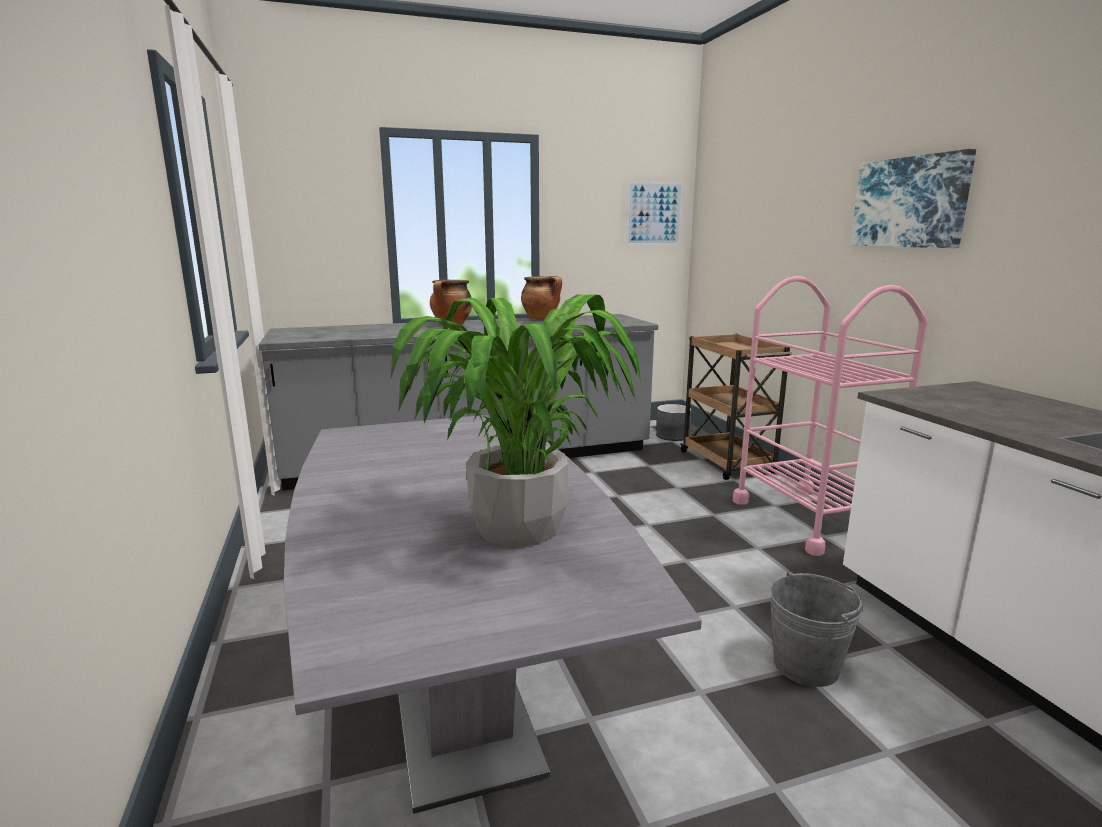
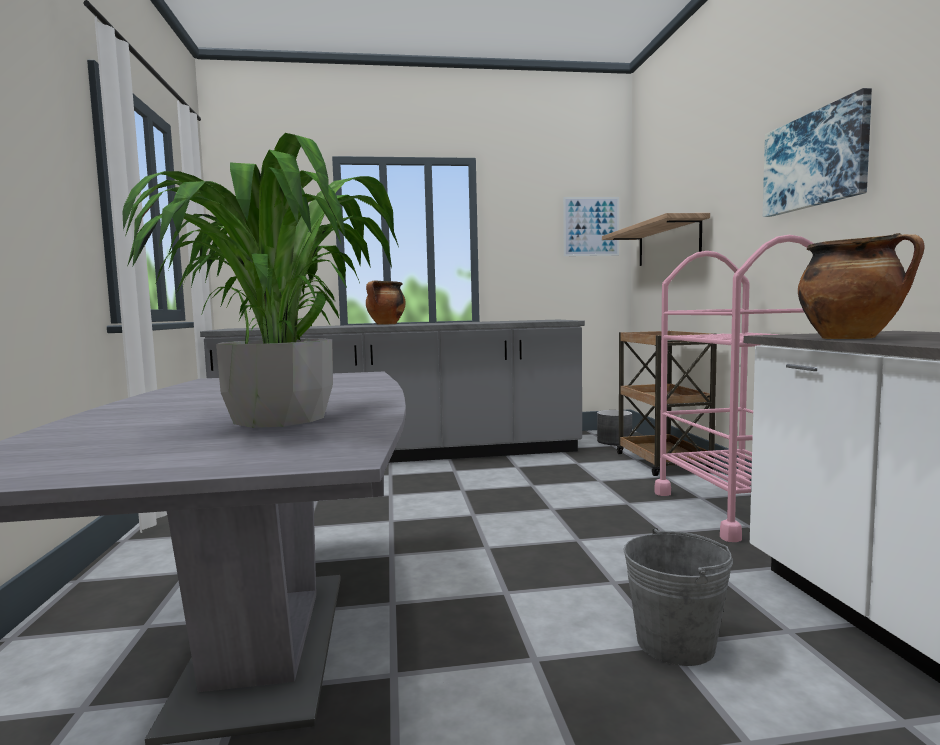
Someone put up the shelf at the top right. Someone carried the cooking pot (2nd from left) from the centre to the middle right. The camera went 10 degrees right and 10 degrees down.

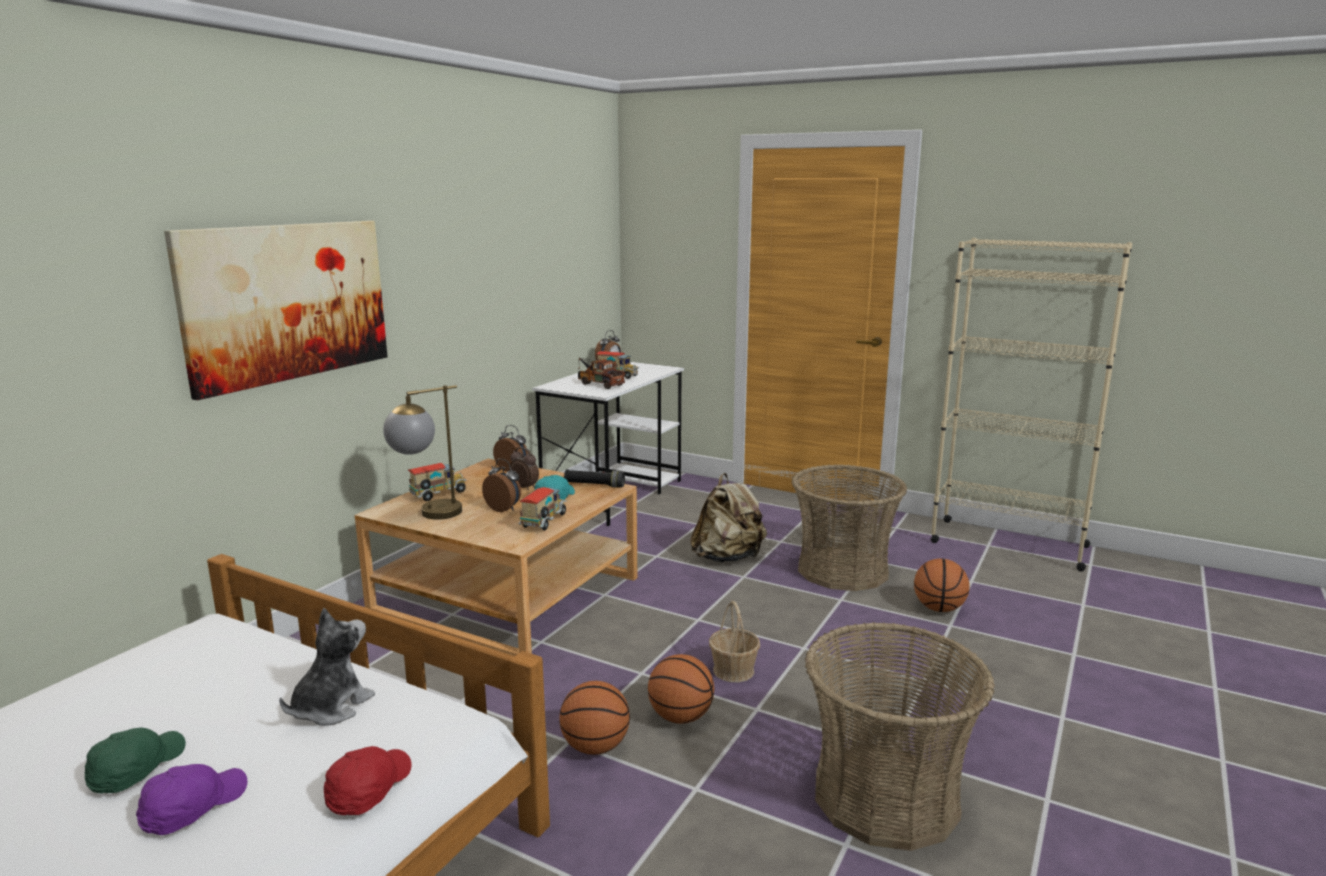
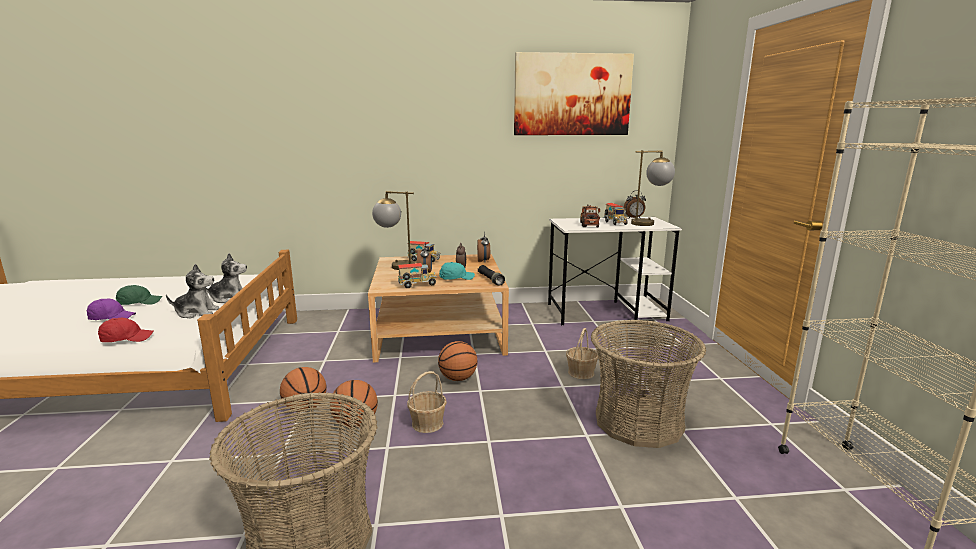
Someone put down the plush toy (2nd from left) at the middle left. Someone put down the table lamp (2nd from left) at the middle right. Someone carried the picture from the middle left to the top centre. Someone carried the basketball (3rd from left) from the bottom right to the centre. Someone swapped the beige backpack at the centre for the basket (3rd from left) at the centre. The camera went 55 degrees right and 0 degrees up.

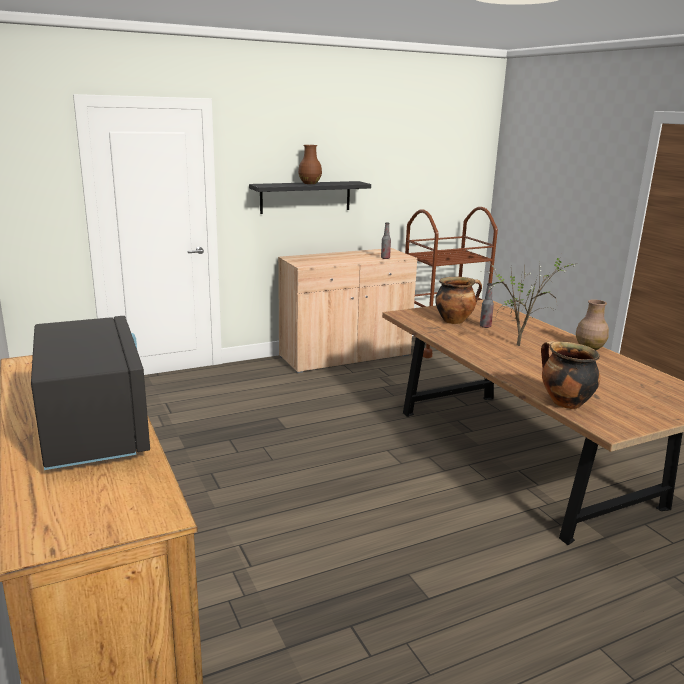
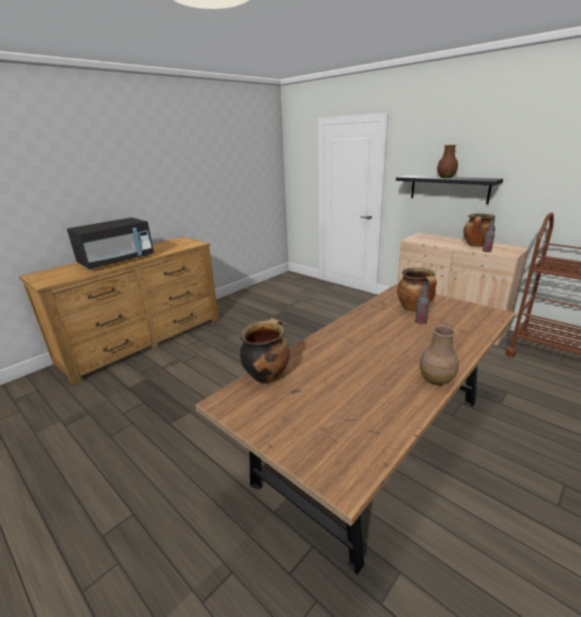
Someone took away the potted plant at the middle right. Someone put down the cooking pot (3rd from left) at the middle right. The camera went 70 degrees right and 5 degrees up.

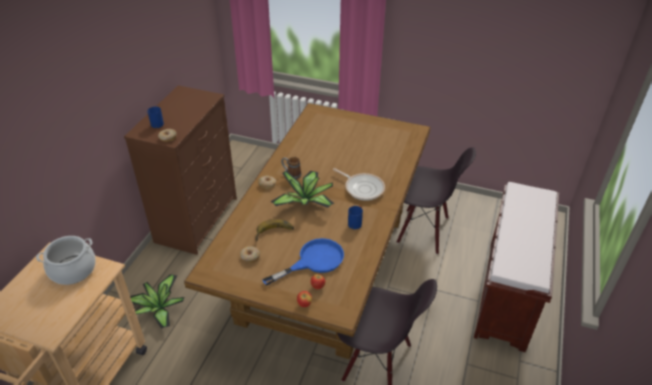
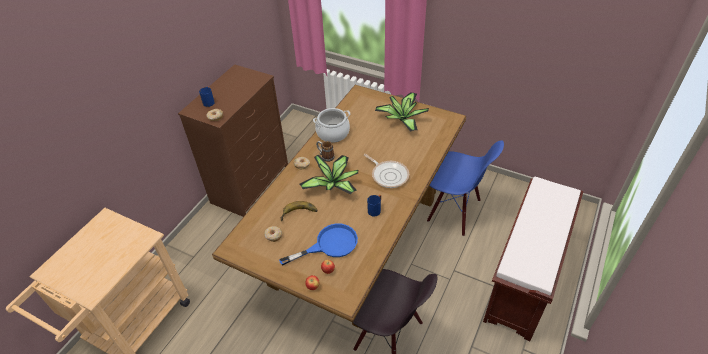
Someone carried the cooking pot from the bottom left to the centre. Someone carried the potted plant (1st from left in the first image) from the bottom left to the top centre. Someone repainted the black chair (2nd from left) at the middle right, which became the blue chair at the centre. The camera went 10 degrees right and 5 degrees up.

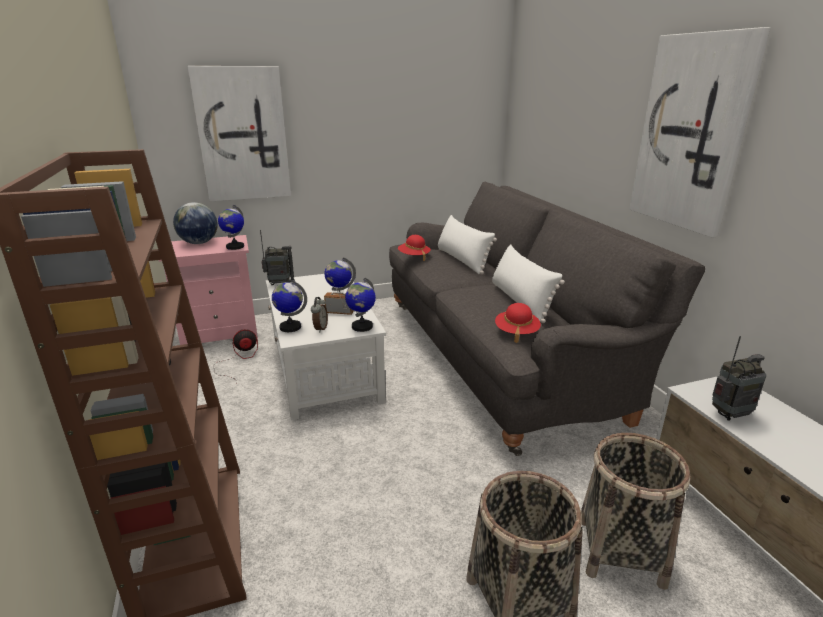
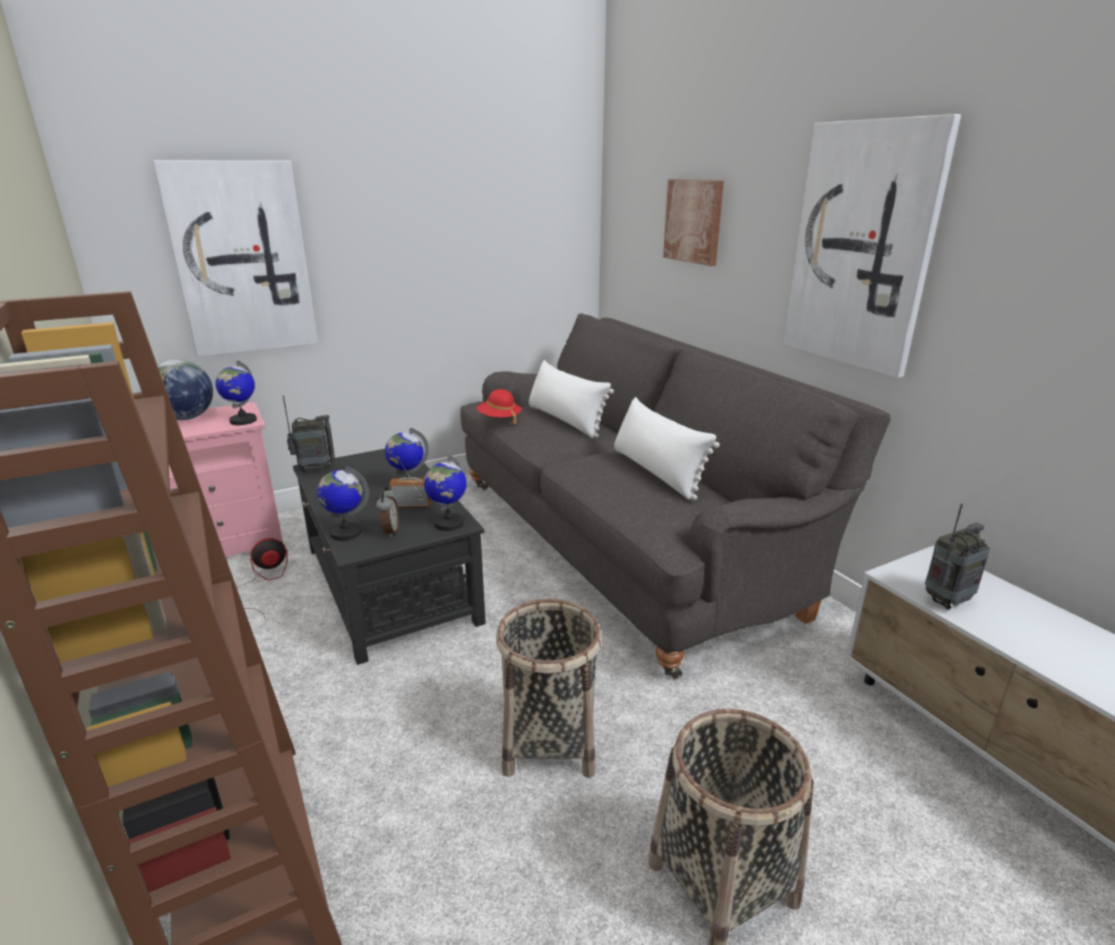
Someone took away the red hat (2nd from left) at the centre. Someone put up the picture (2nd from left) at the top centre. Someone carried the basket (2nd from left in the first image) from the bottom right to the bottom centre. Someone repainted the white coffee table at the centre, which became the black coffee table at the centre. The camera went 10 degrees left and 0 degrees up.

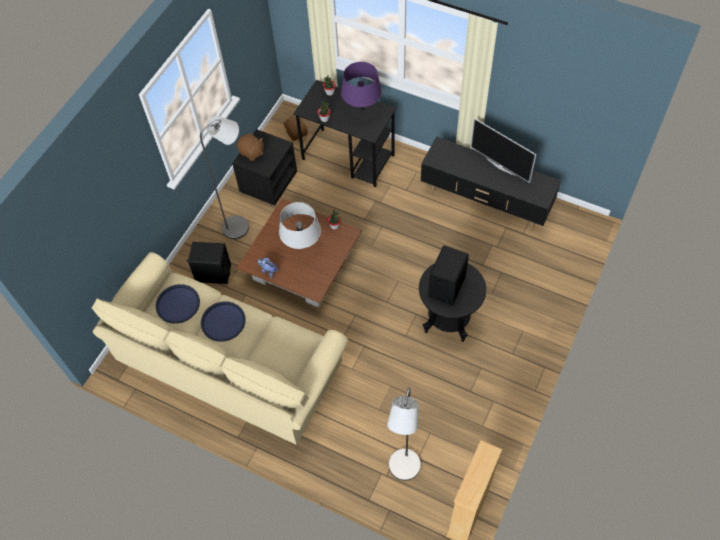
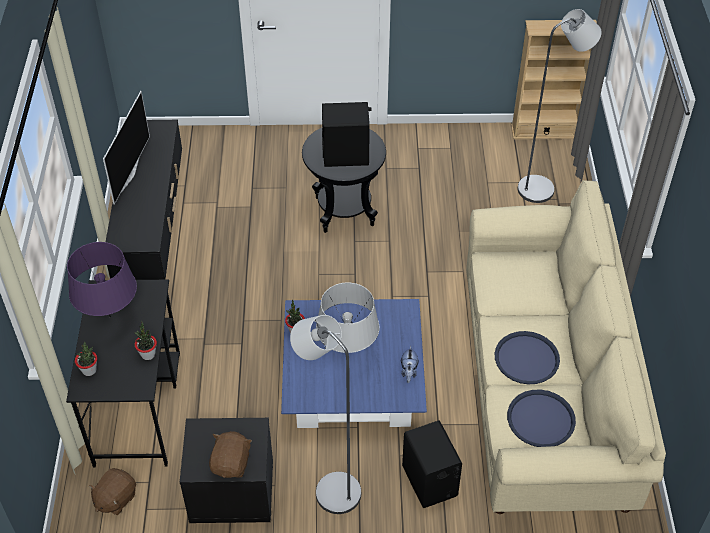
Someone repainted the brown coffee table at the centre, which became the blue coffee table at the bottom centre. The camera went 120 degrees left and 10 degrees down.

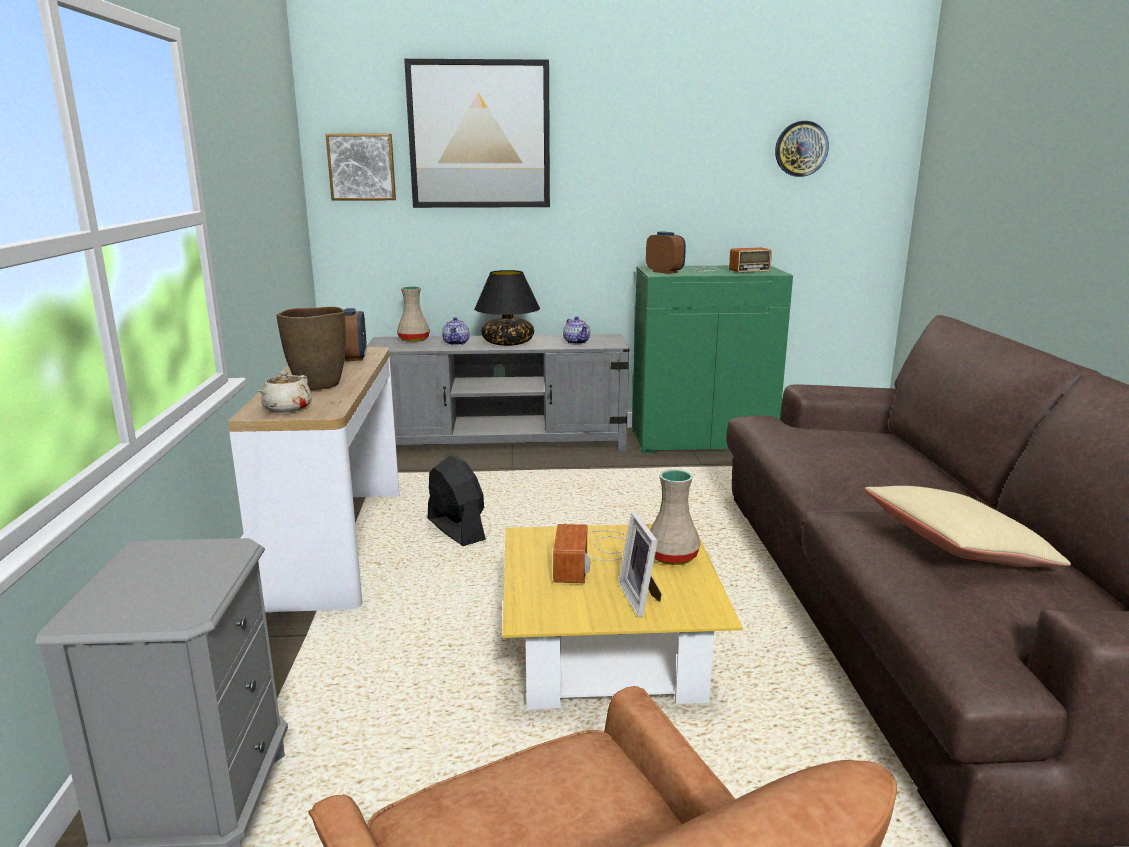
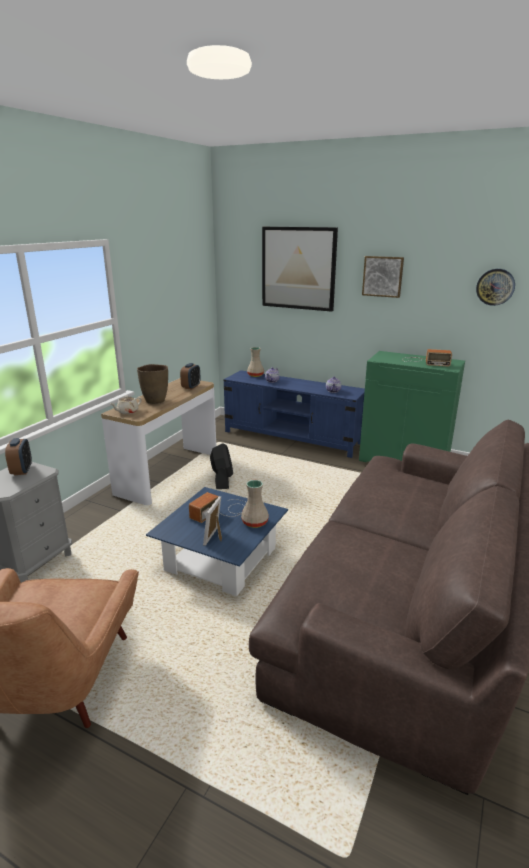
Someone took away the black table lamp at the centre. Someone took away the beige pillow at the middle right. Someone carried the picture (1st from left in the first image) from the top left to the top right. Someone carried the alarm clock (2nd from left in the first image) from the top centre to the middle left. Someone repainted the grey tv stand at the centre, which became the blue tv stand at the centre. Someone repainted the yellow coffee table at the bottom centre, which became the blue coffee table at the centre. The camera went 30 degrees right and 5 degrees up.

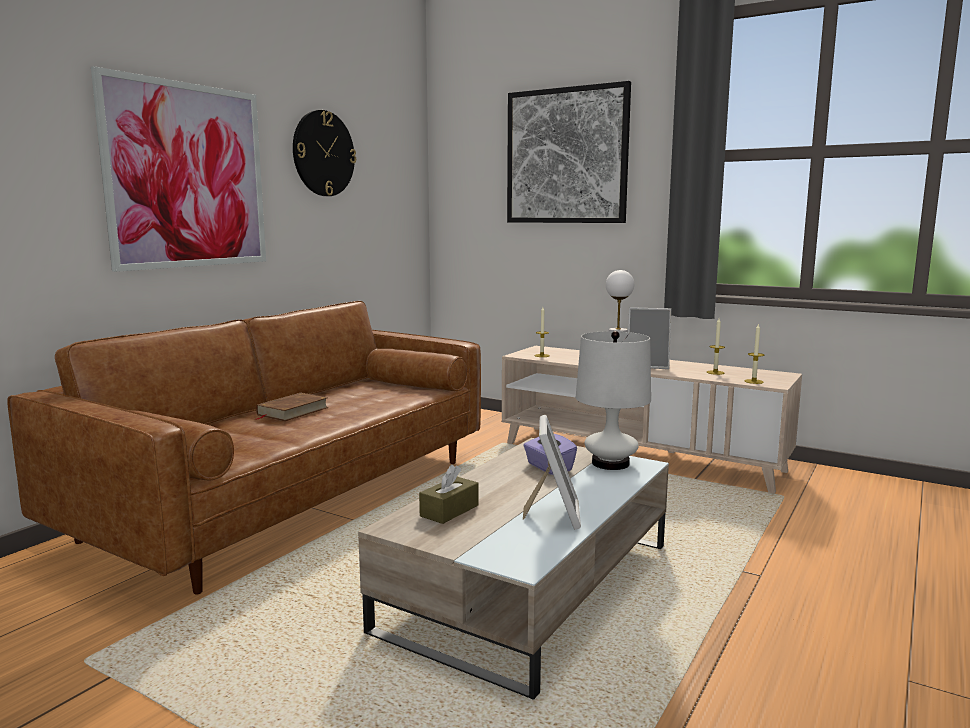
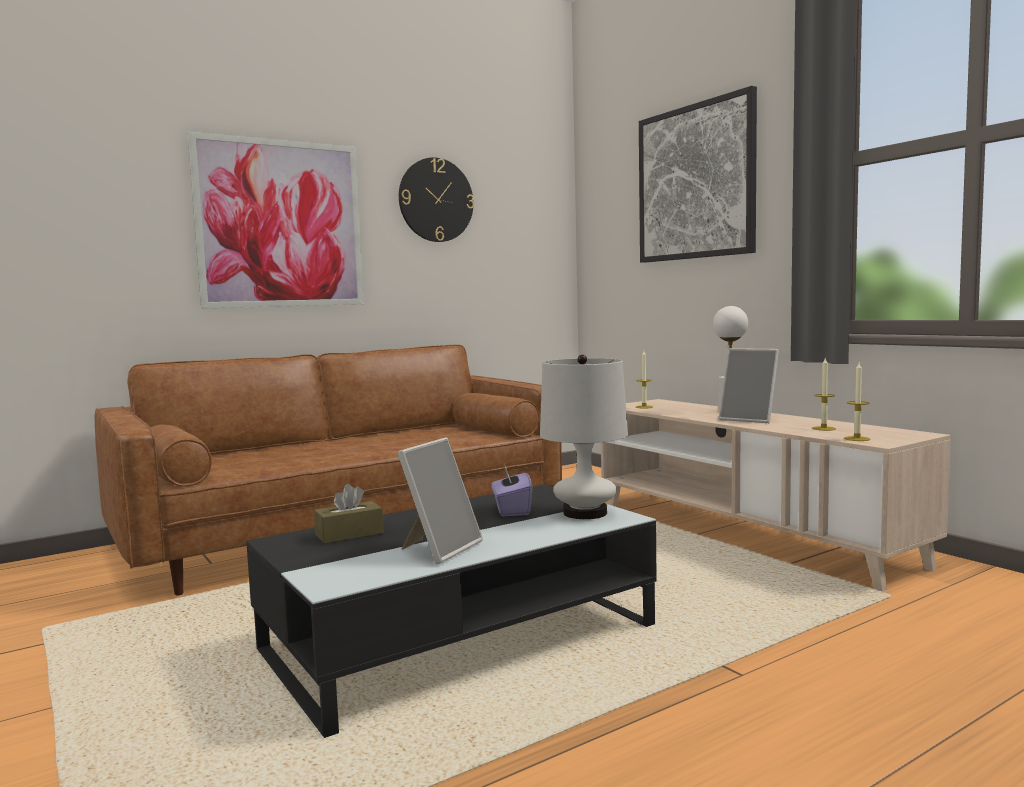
Someone took away the brown book at the middle left. Someone repainted the beige coffee table at the bottom centre, which became the black coffee table at the bottom centre. The camera went 25 degrees right and 5 degrees down.

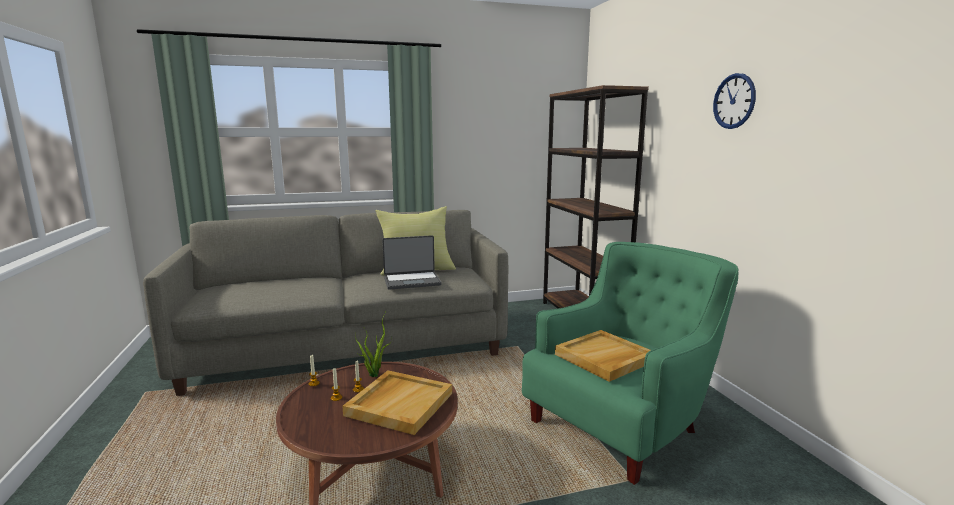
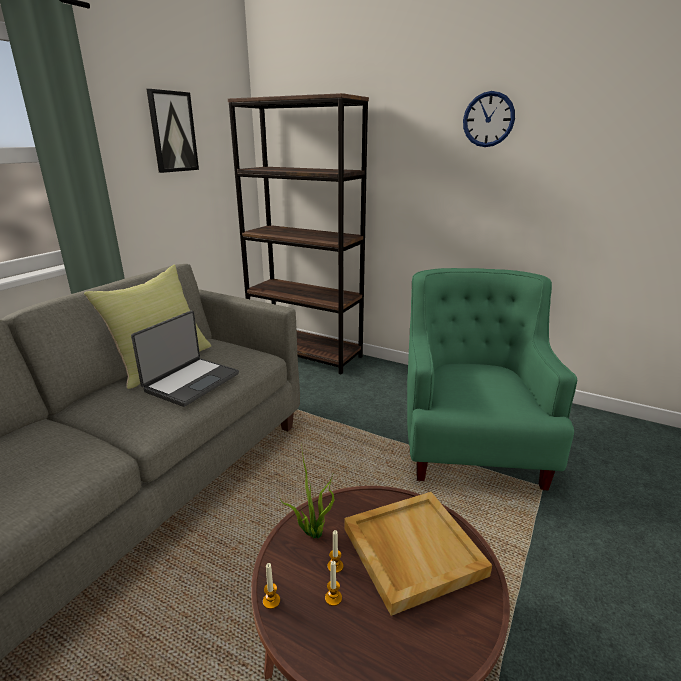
Someone took away the beige tray (2nd from left) at the bottom centre. Someone put up the picture at the top left. The camera went 45 degrees left and 10 degrees up.

